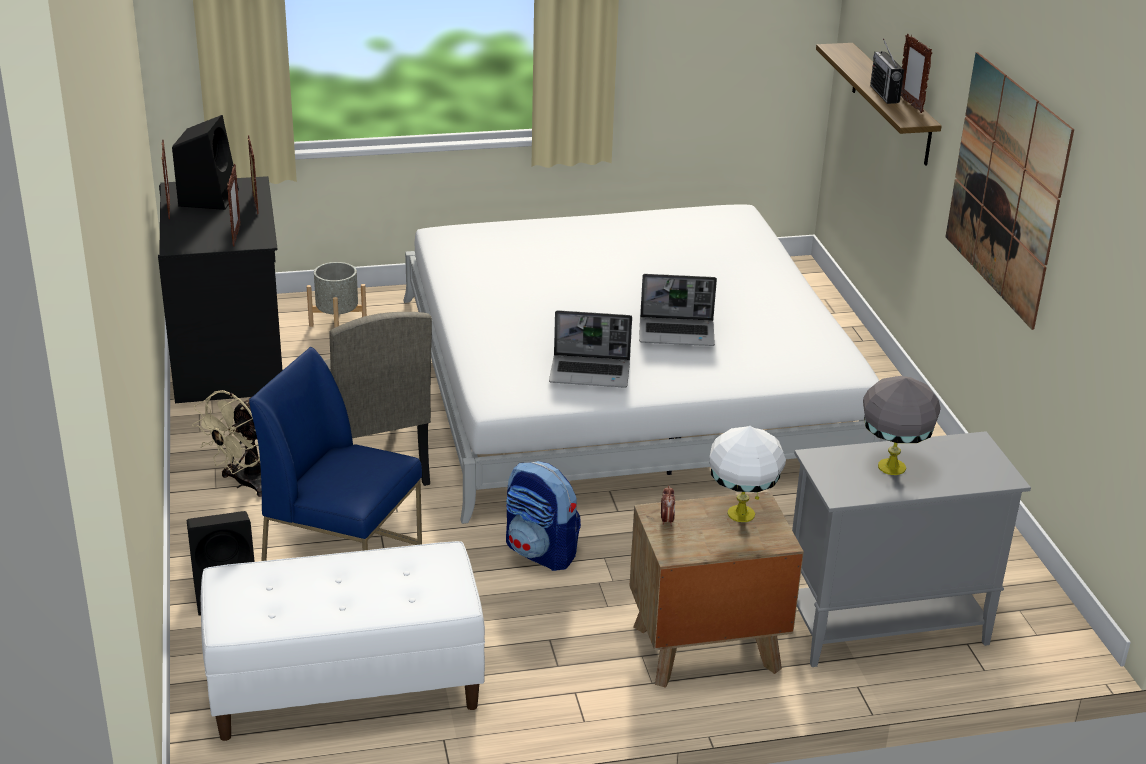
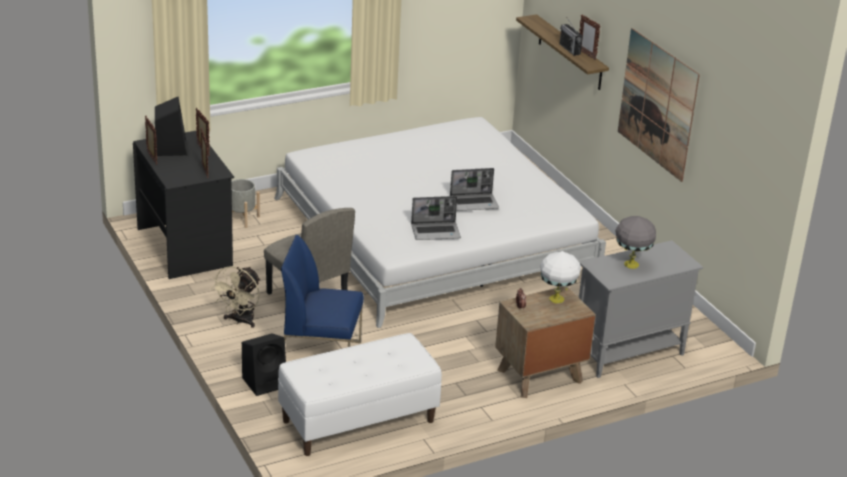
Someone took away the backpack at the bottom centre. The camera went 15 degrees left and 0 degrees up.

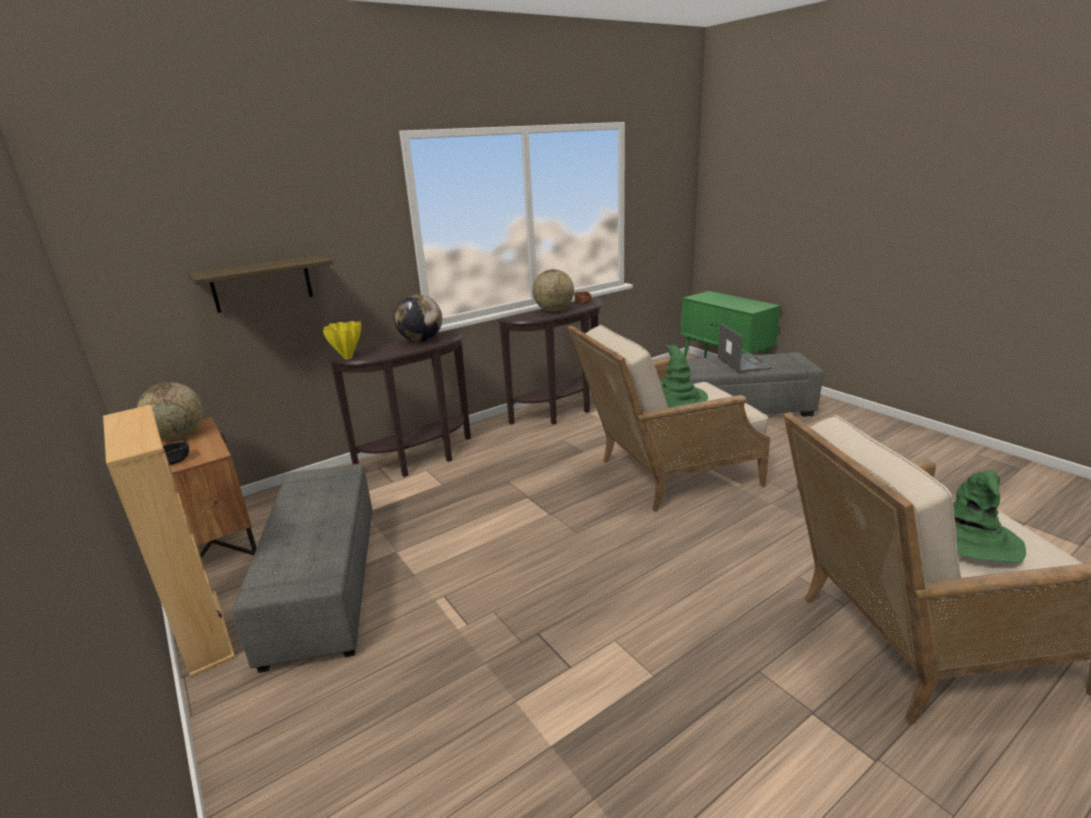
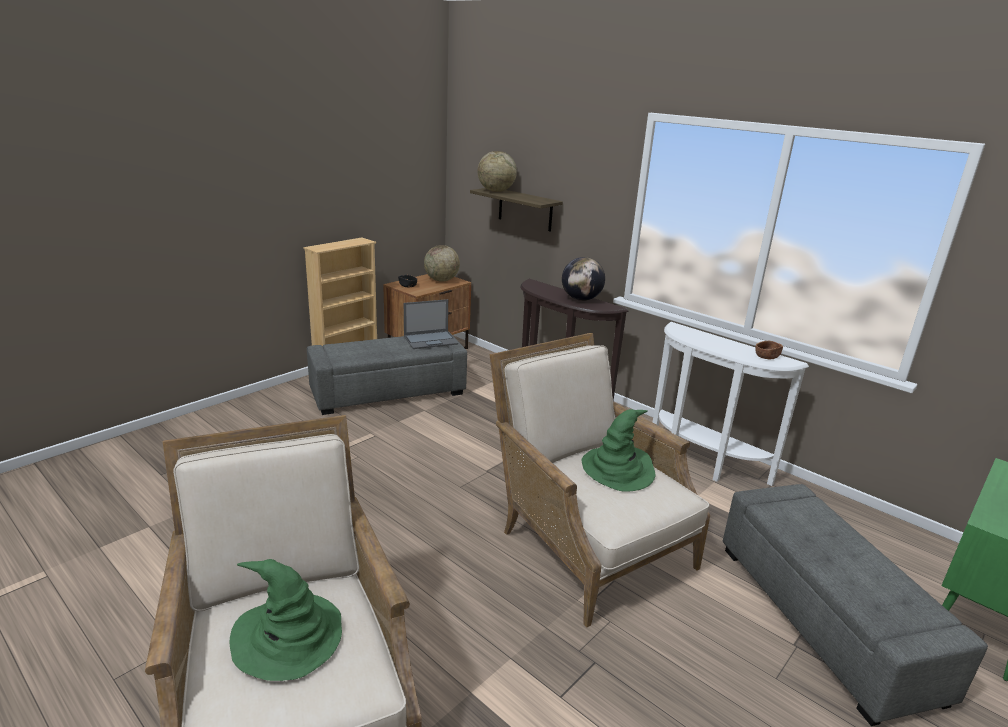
Someone took away the yellow vase at the middle left. Someone carried the globe (3rd from left in the first image) from the centre to the top centre. Someone carried the laptop from the middle right to the centre. Someone repainted the brown console table (2nd from left) at the centre, which became the white console table at the middle right. The camera went 75 degrees right and 0 degrees up.

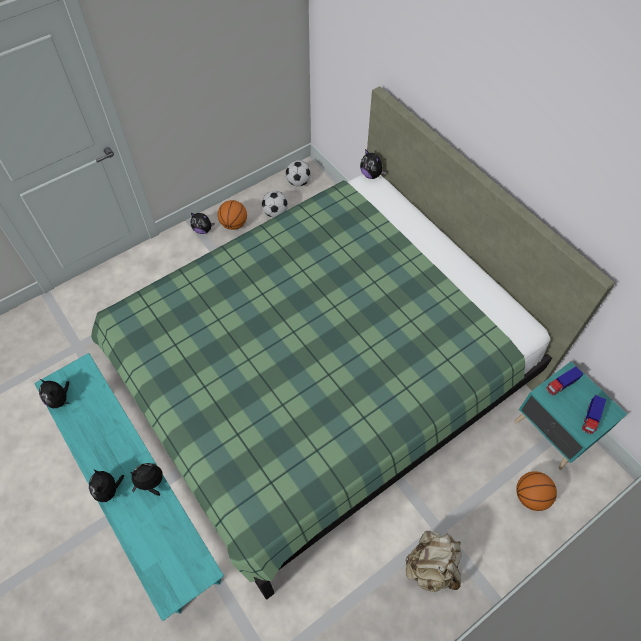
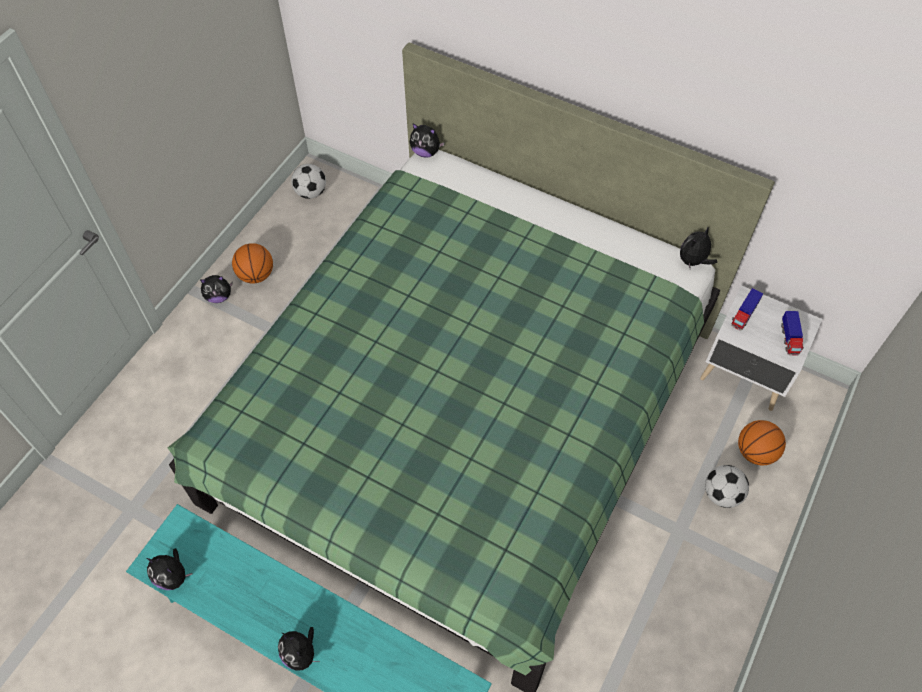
Someone took away the beige backpack at the bottom right. Someone carried the plush toy (3rd from left in the first image) from the bottom left to the middle right. Someone carried the football (1st from left in the first image) from the top centre to the bottom right. Someone repainted the turquoise nightstand at the middle right, which became the white nightstand at the middle right. The camera went 25 degrees left and 0 degrees up.

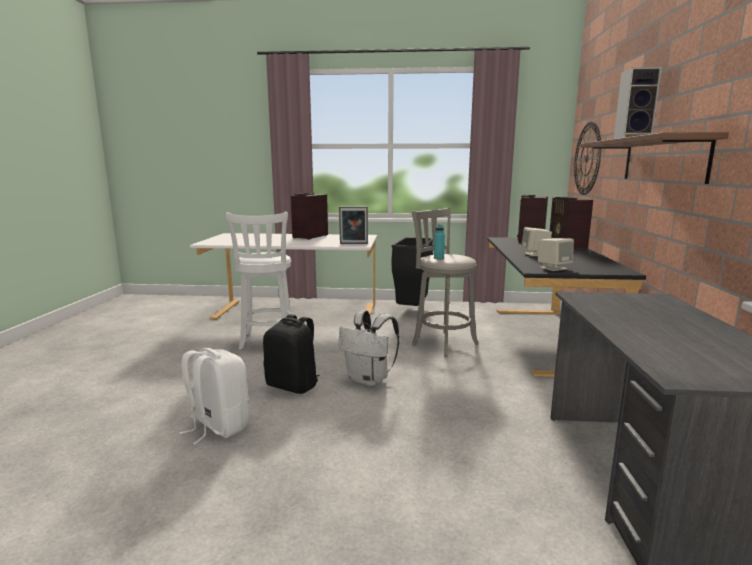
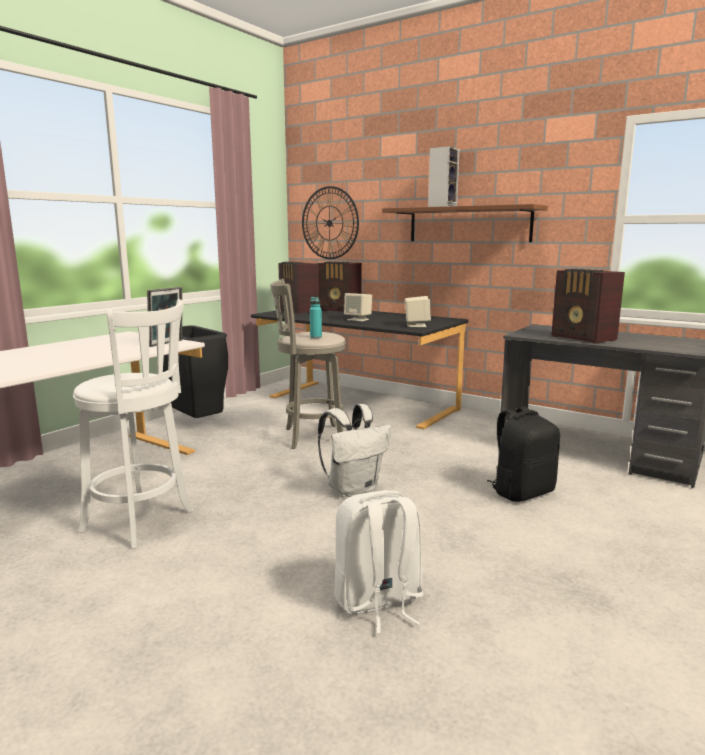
Someone carried the black backpack from the centre to the middle right. Someone carried the radio (1st from left in the first image) from the centre to the middle right. The camera went 60 degrees left and 0 degrees up.

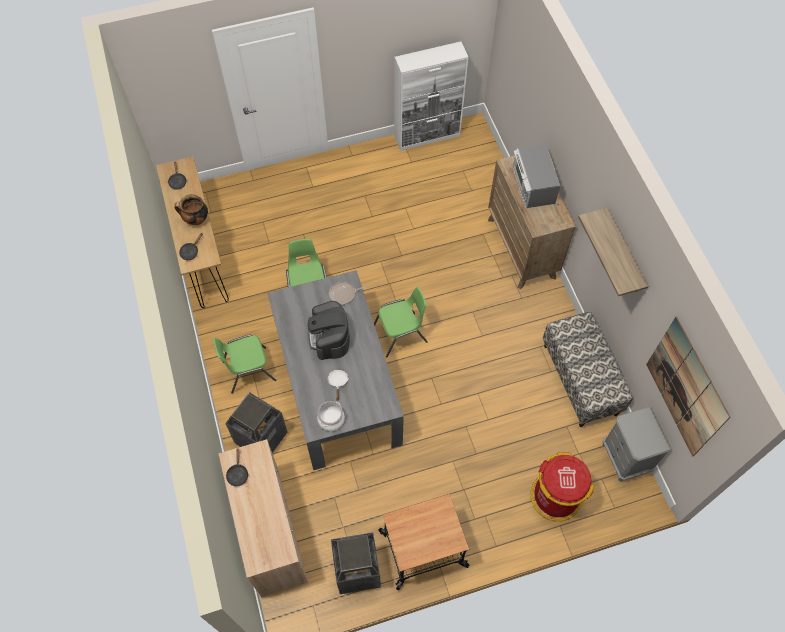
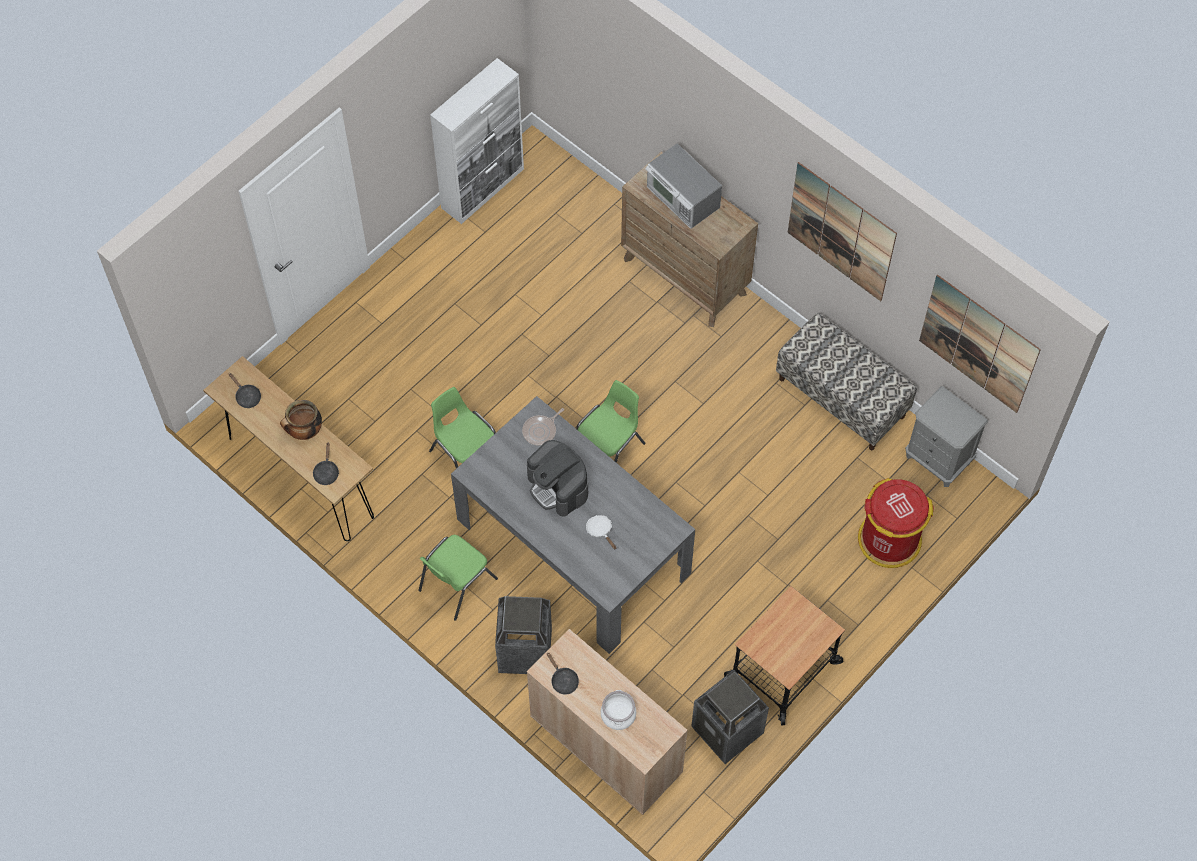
Someone carried the cooking pot (2nd from left) from the centre to the bottom centre. Someone swapped the shelf at the middle right for the picture (1st from left) at the top right. The camera went 30 degrees left and 0 degrees up.

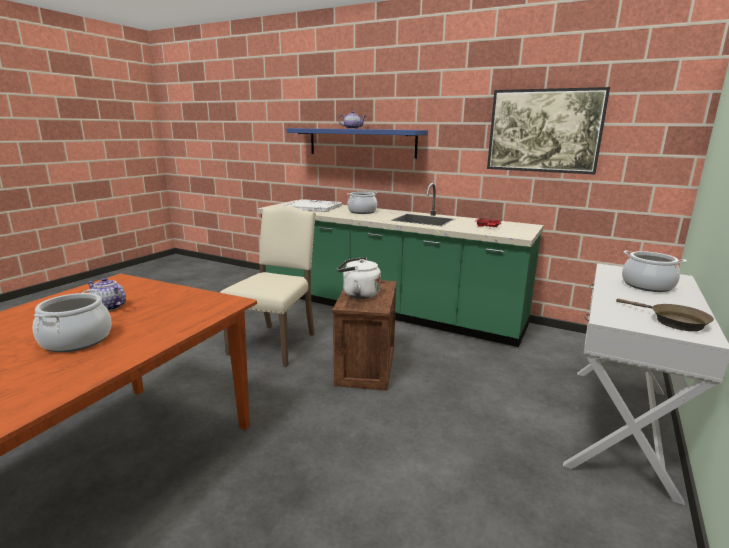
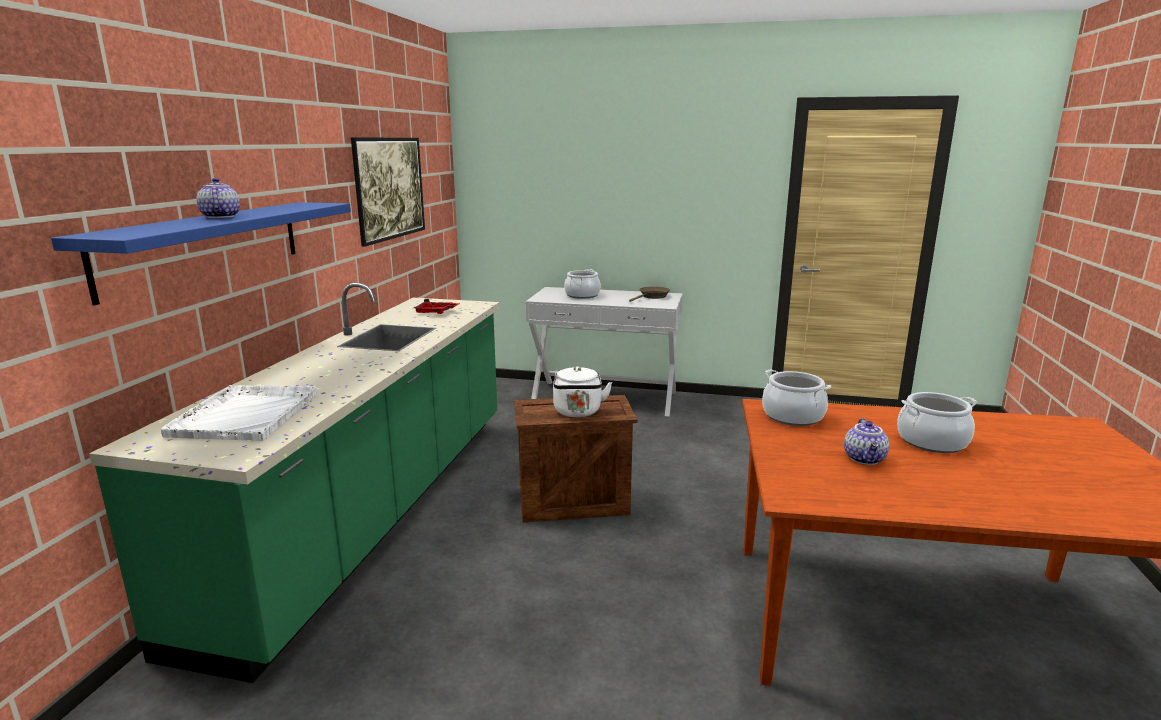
Someone took away the beige chair at the centre. Someone carried the cooking pot (2nd from left) from the centre to the middle right. The camera went 105 degrees left and 0 degrees up.

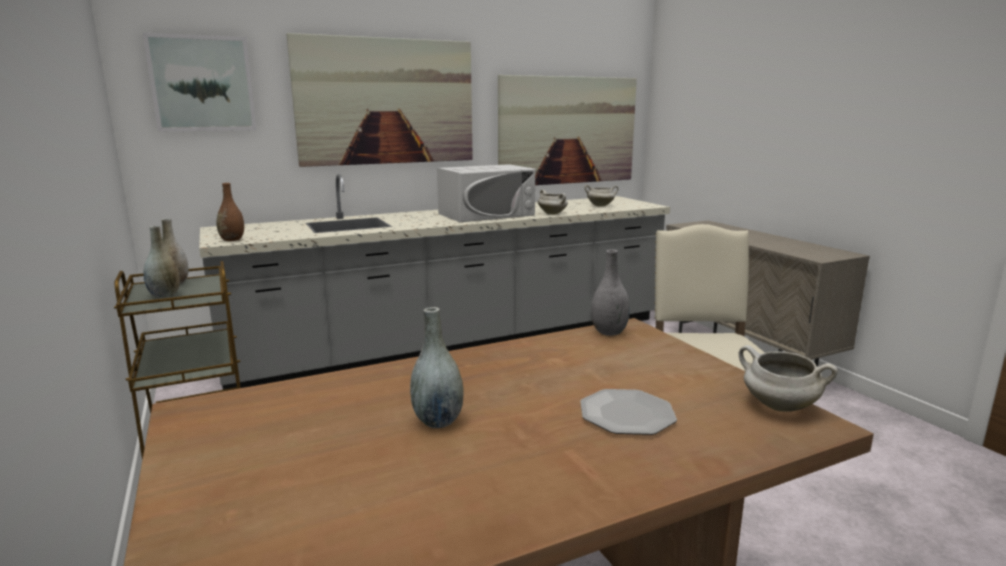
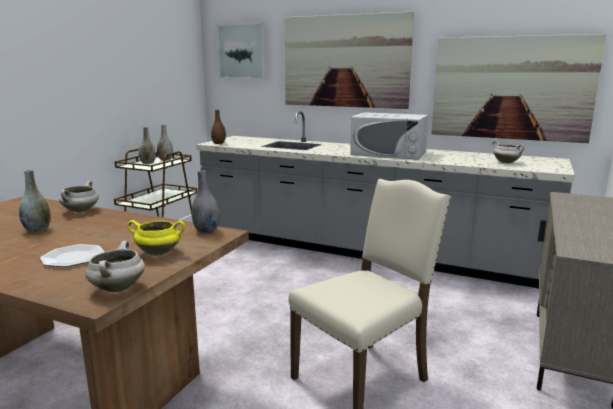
Someone put down the yellow cooking pot at the middle left. Someone carried the white cooking pot (1st from left) from the centre to the middle left. The camera went 50 degrees right and 0 degrees up.

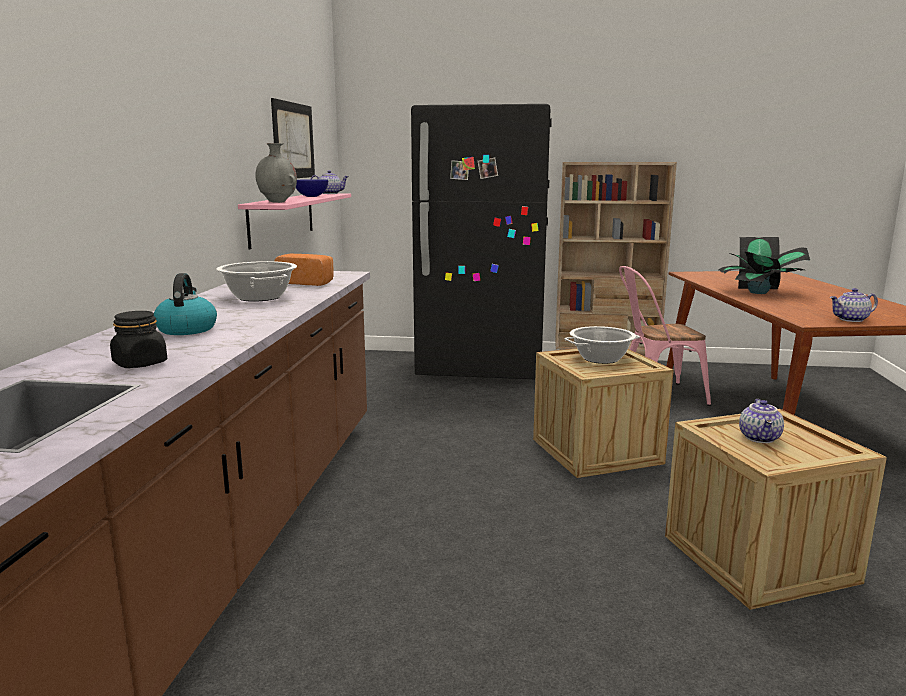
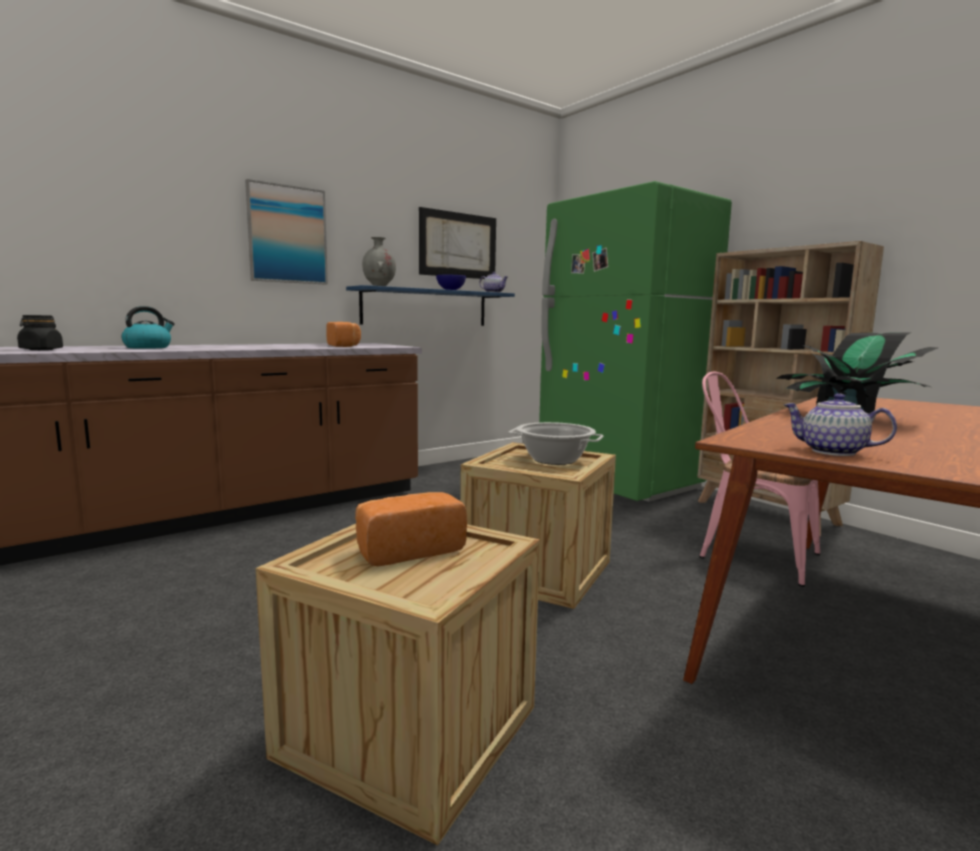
Someone took away the cooking pot (1st from left) at the middle left. Someone put up the picture (1st from left) at the top left. Someone swapped the teapot (2nd from left) at the middle right for the bread (2nd from left) at the centre. Someone repainted the pink shelf at the top left, which became the blue shelf at the centre. Someone repainted the black fridge at the centre, which became the green fridge at the centre. The camera went 45 degrees right and 5 degrees down.

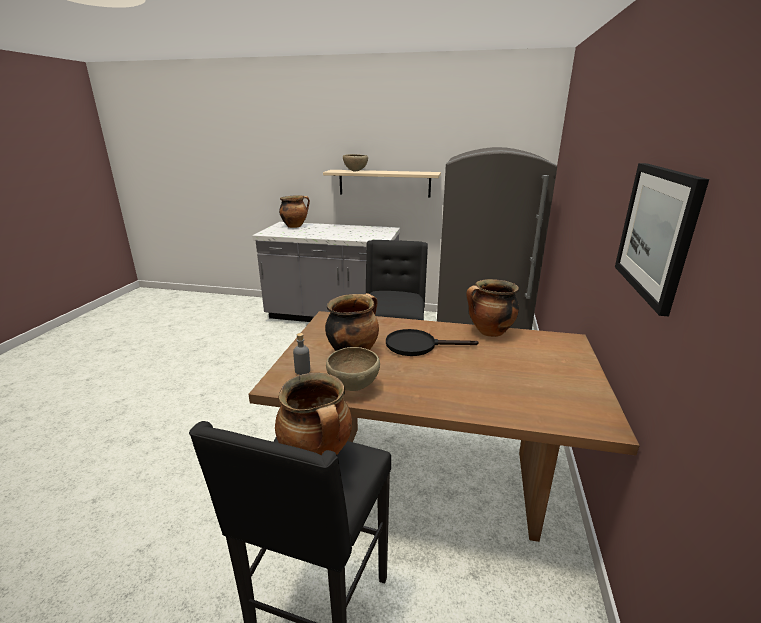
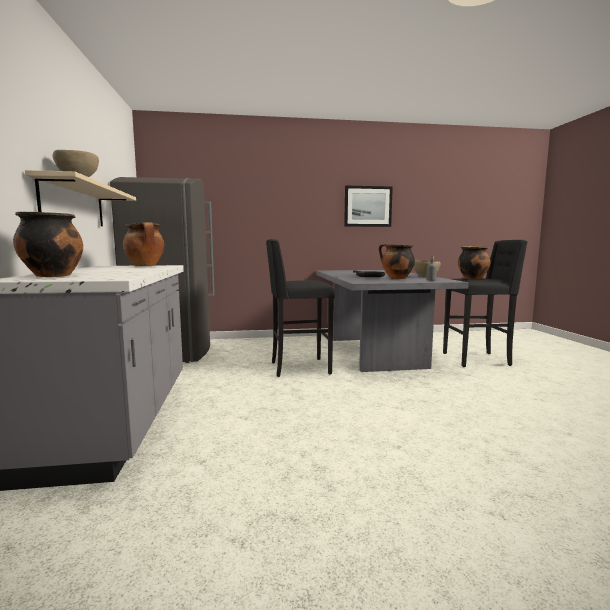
Someone carried the cooking pot (4th from left in the first image) from the centre to the middle left. Someone repainted the brown dining table at the bottom centre, which became the grey dining table at the centre. The camera went 110 degrees left and 15 degrees down.

